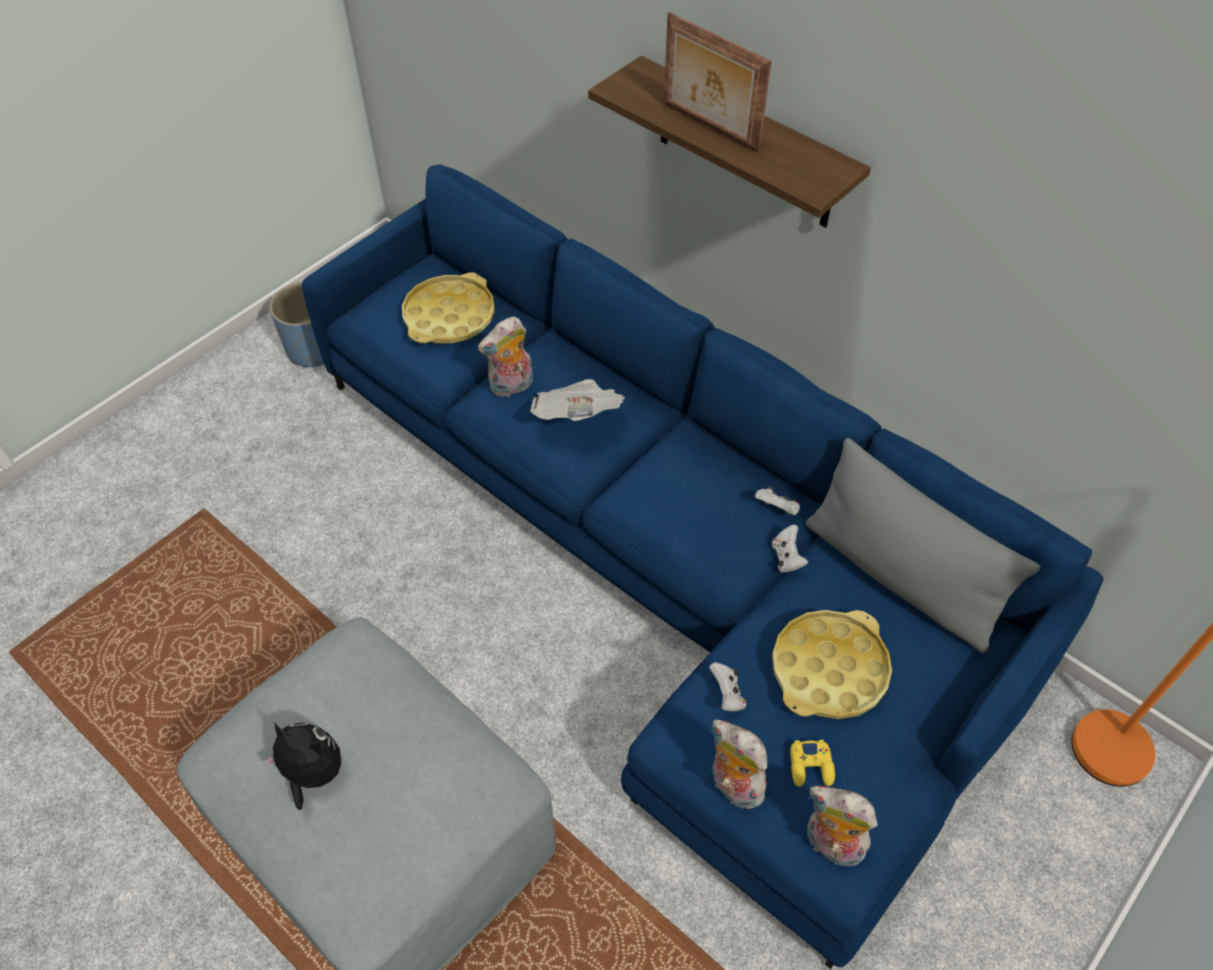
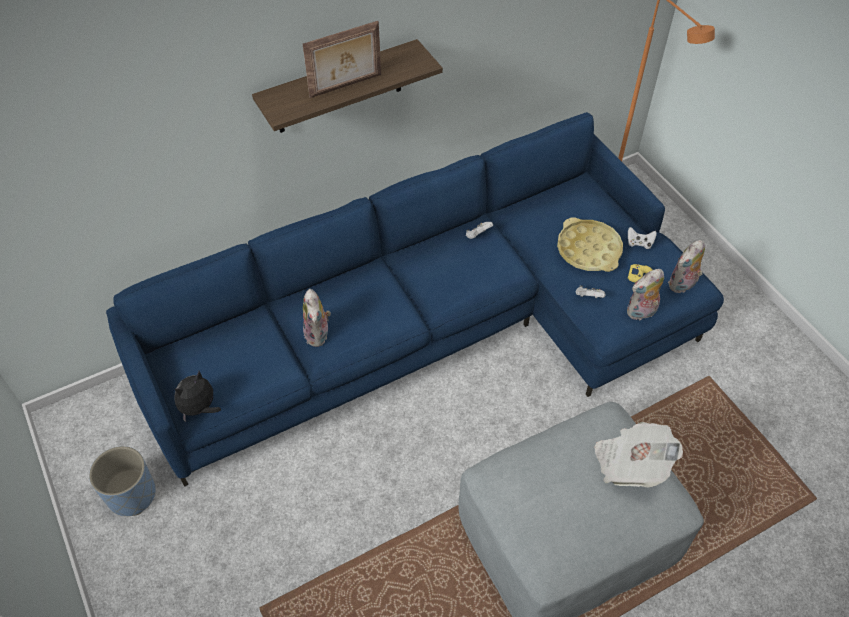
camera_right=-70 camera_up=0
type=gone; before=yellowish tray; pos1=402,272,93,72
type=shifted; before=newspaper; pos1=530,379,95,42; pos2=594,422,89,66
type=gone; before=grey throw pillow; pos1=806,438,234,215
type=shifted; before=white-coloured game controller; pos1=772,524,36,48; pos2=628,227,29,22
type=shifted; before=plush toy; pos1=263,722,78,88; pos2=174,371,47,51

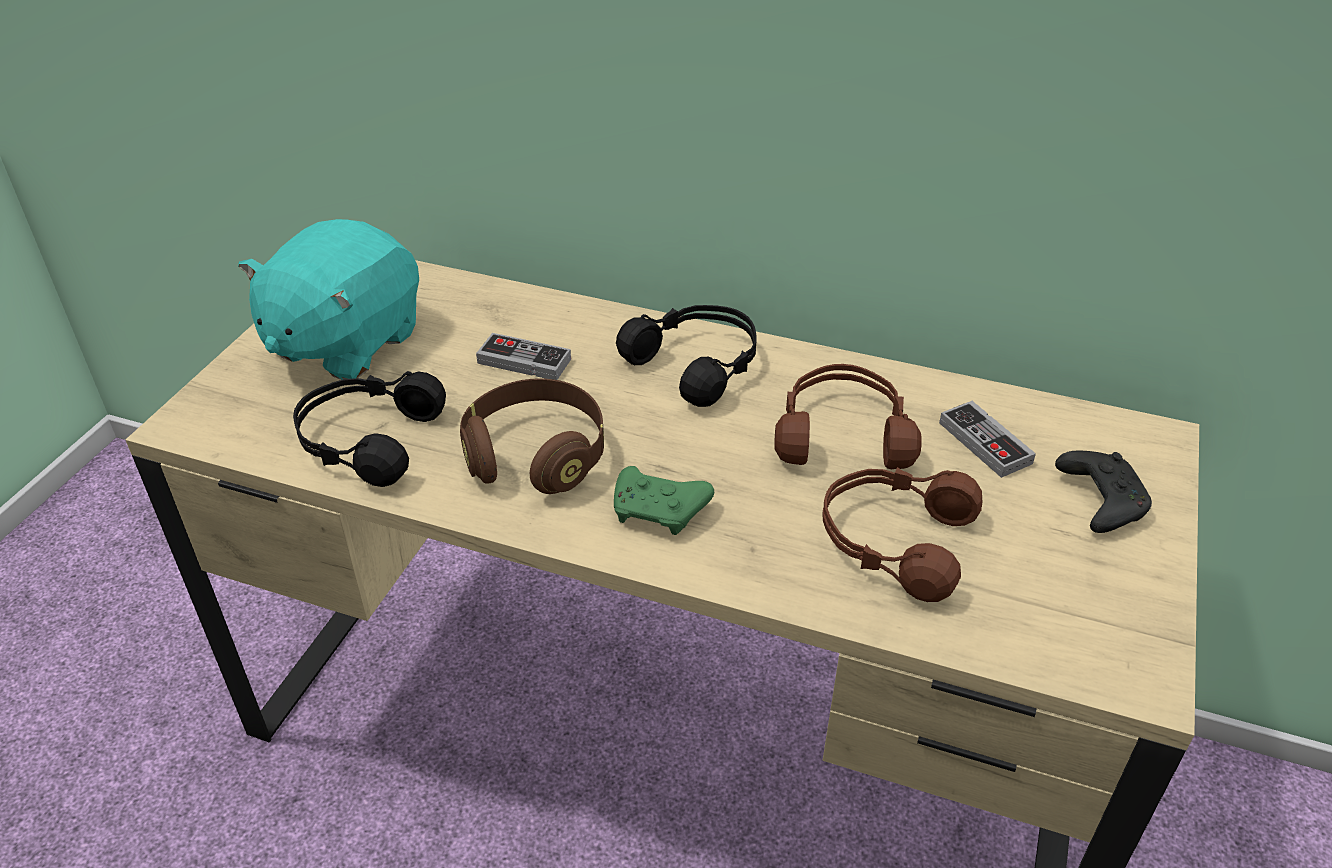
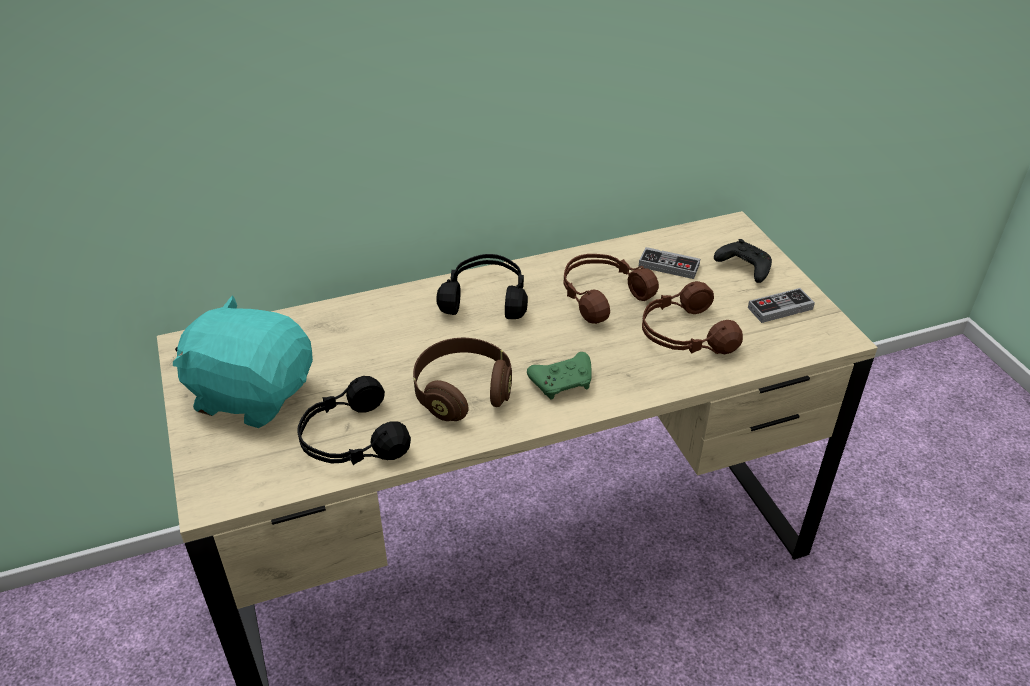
camera_right=-40 camera_up=0
type=rotated; before=turquoise-coloured plush toy; pos1=238,219,181,161; pos2=173,295,140,133; turn=120
type=shifted; before=game controller; pos1=476,333,95,47; pos2=748,288,67,35

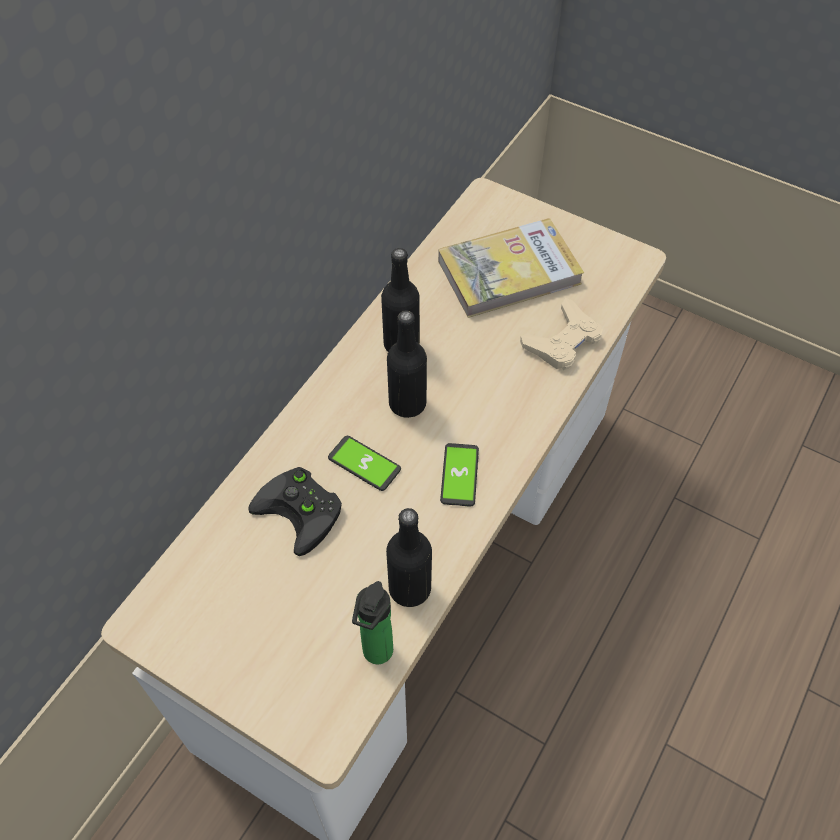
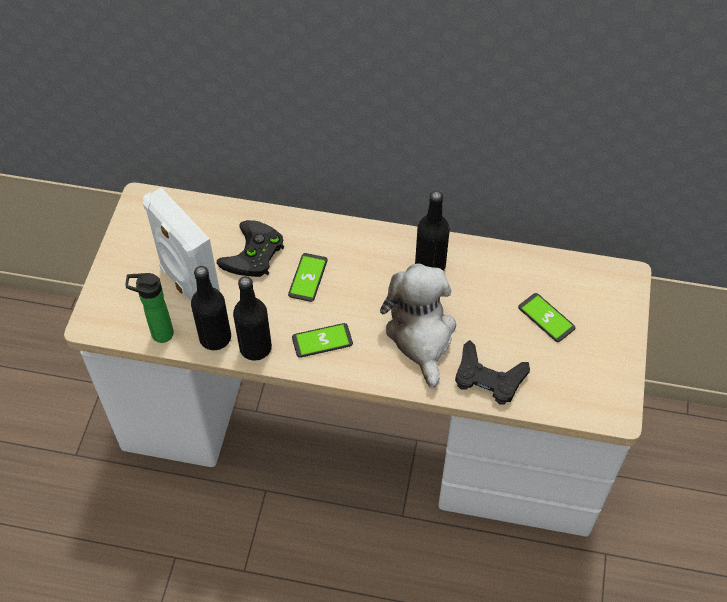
camera_right=70 camera_up=0
type=swapped; before=bound book; after=handset; pos1=438,218,146,100; pos2=518,293,58,49
type=repainted; before=beige game controller; after=black game controller; pos1=520,298,83,72; pos2=455,340,75,65
type=shifted; before=black drink bottle; pos1=387,310,40,108; pos2=233,276,39,85
type=new; after=white-coloured audio speaker; pos2=143,188,77,112
type=new; after=plush toy; pos2=380,263,76,125

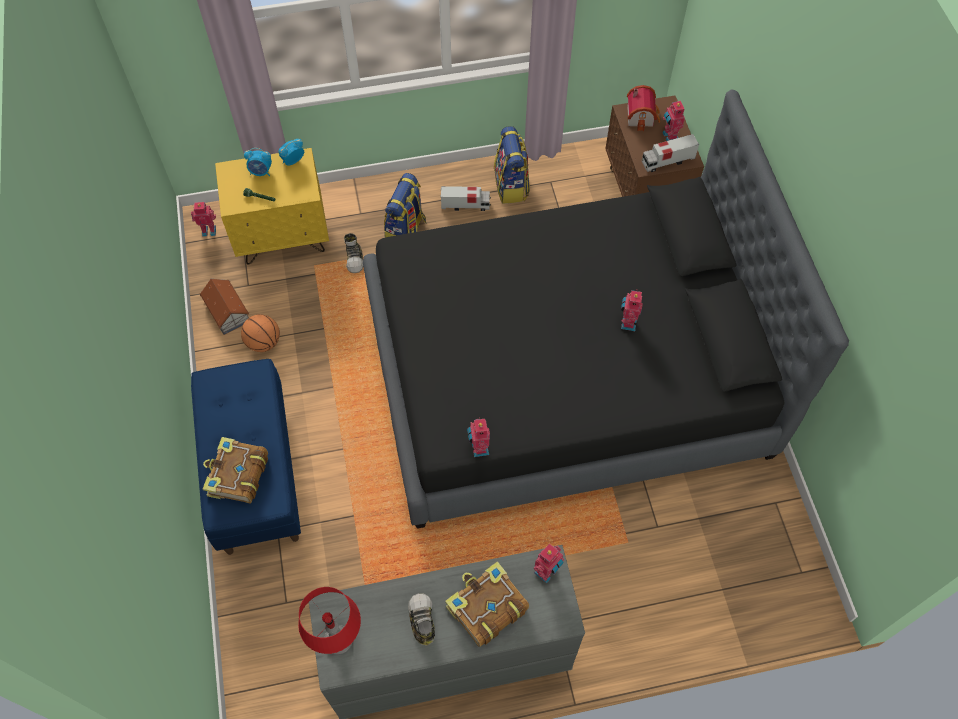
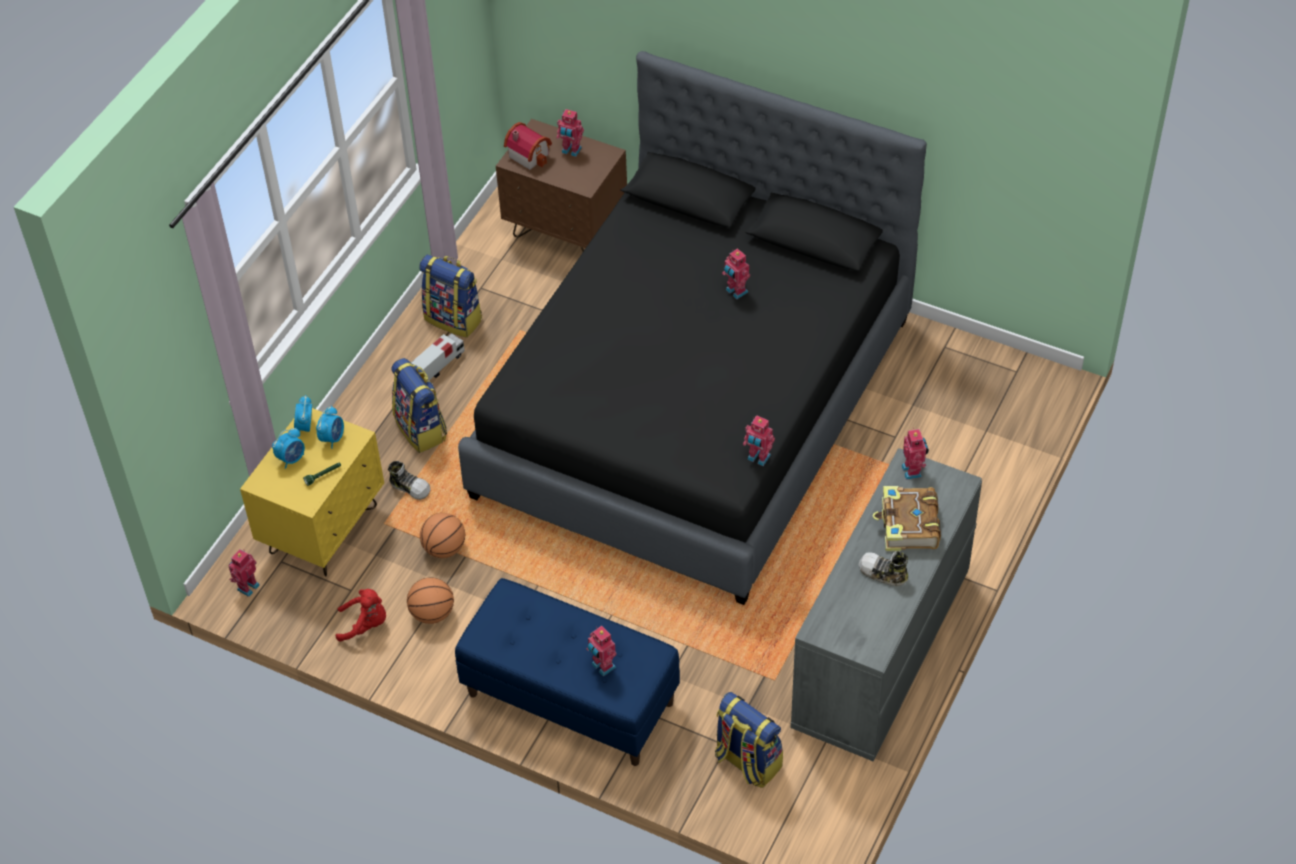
camera_right=-50 camera_up=-10
type=gone; before=model truck; pos1=642,134,57,38
type=swapped; before=model house; after=red-coloured plush toy; pos1=200,279,49,56; pos2=335,589,51,53
type=swapped; before=bound book; after=model robot; pos1=203,437,65,66; pos2=586,626,31,50
type=gone; before=red-coloured tabletop lamp; pos1=298,587,63,68
type=new; after=table clock; pos2=316,406,28,43
type=new; after=basketball ball; pos2=420,513,45,45
type=new; after=rucksack; pos2=715,692,68,96

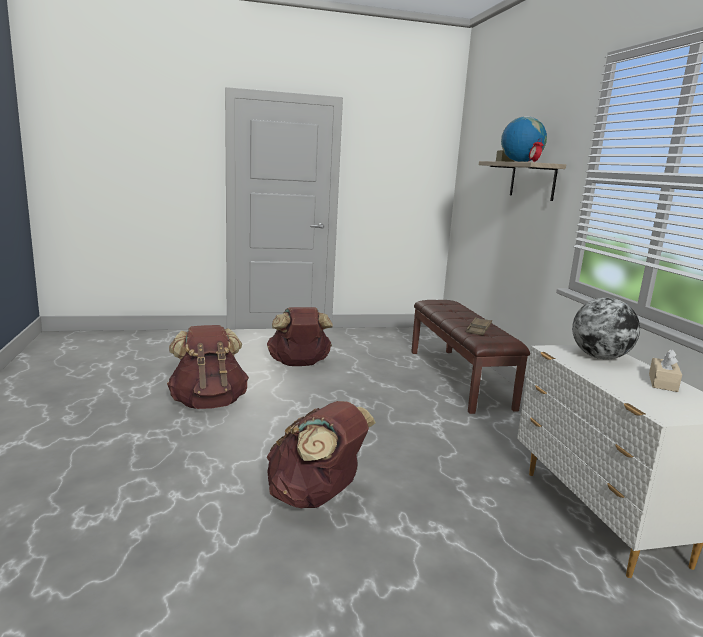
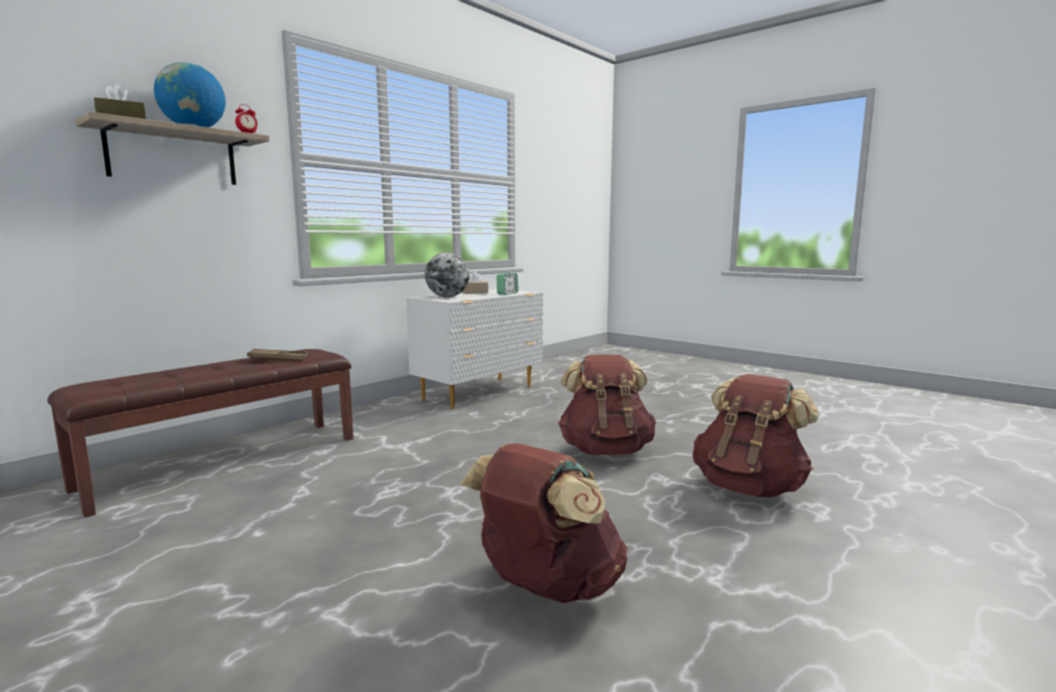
camera_right=-125 camera_up=-5
type=shifted; before=brownish rucksack; pos1=267,307,66,59; pos2=693,374,126,124
type=new; after=table clock; pos2=496,273,22,22

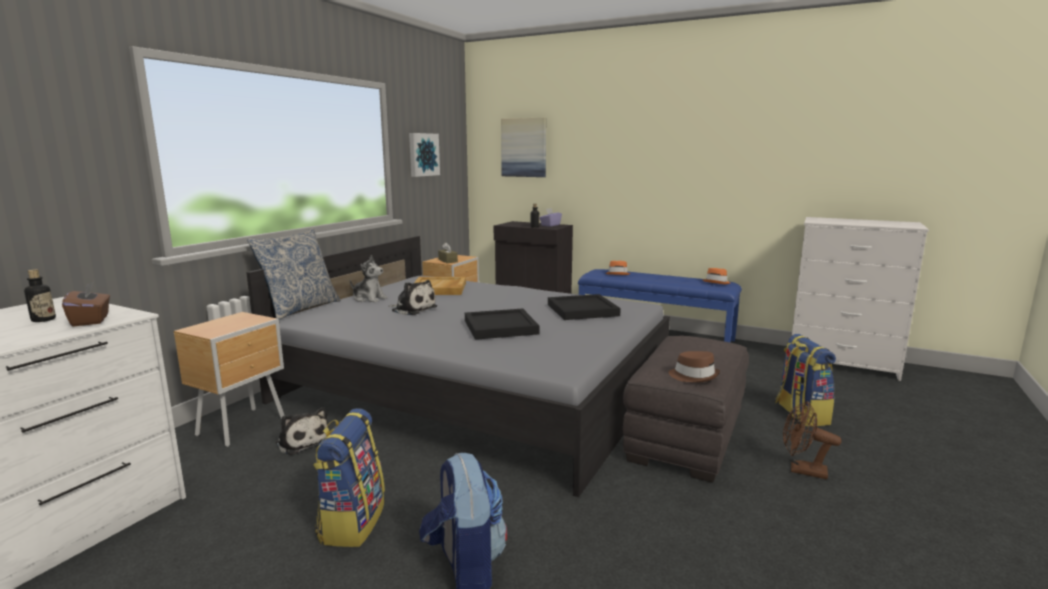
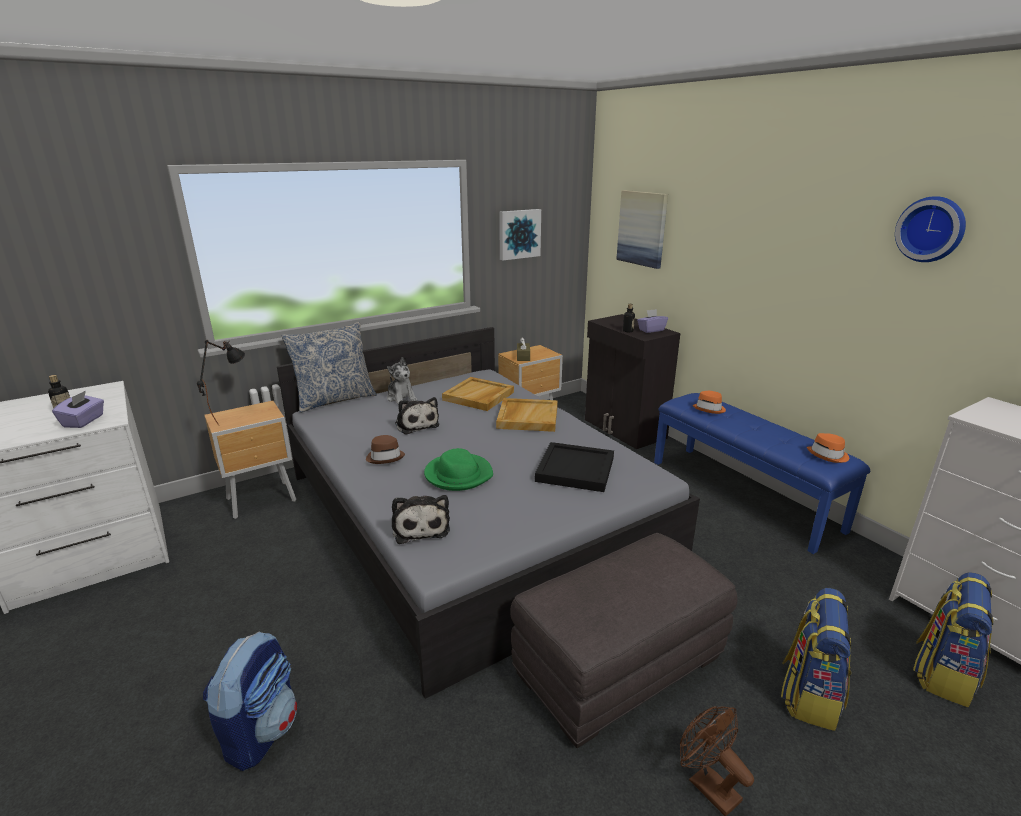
camera_right=30 camera_up=10
type=repainted; before=brownish box of tissues; after=purple-coloured box of tissues; pos1=62,281,48,46; pos2=52,390,52,38
type=swapped; before=black tray; after=green-coloured wearable hat; pos1=465,308,74,32; pos2=424,448,69,43
type=shifted; before=brownish wearable hat; pos1=668,351,52,32; pos2=366,435,39,29
type=shifted; before=plush toy; pos1=276,407,53,48; pos2=392,495,58,49
type=shifted; before=rucksack; pos1=313,408,72,139; pos2=913,572,80,135
type=new; after=wall clock; pos2=895,196,71,66
type=new; after=black tabletop lamp; pos2=197,340,48,86
type=new; after=beige tray; pos2=496,398,62,34

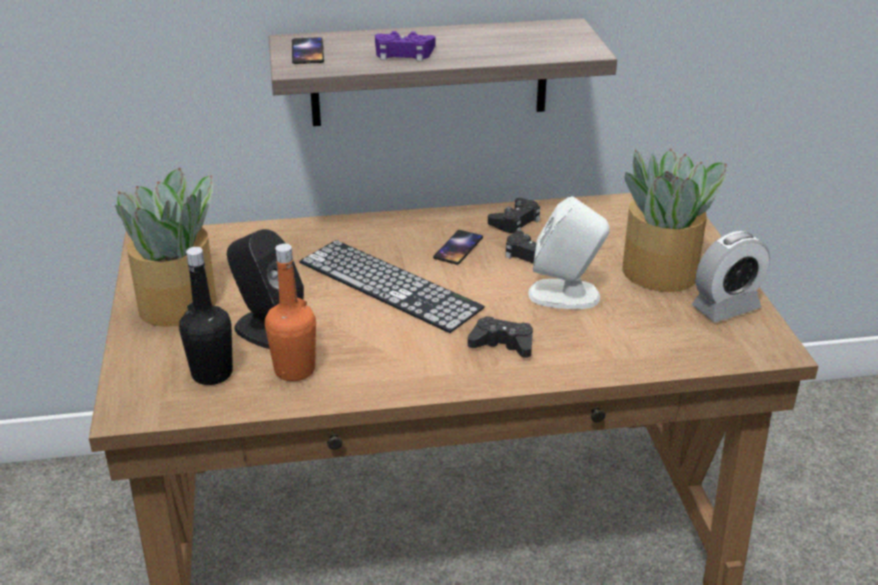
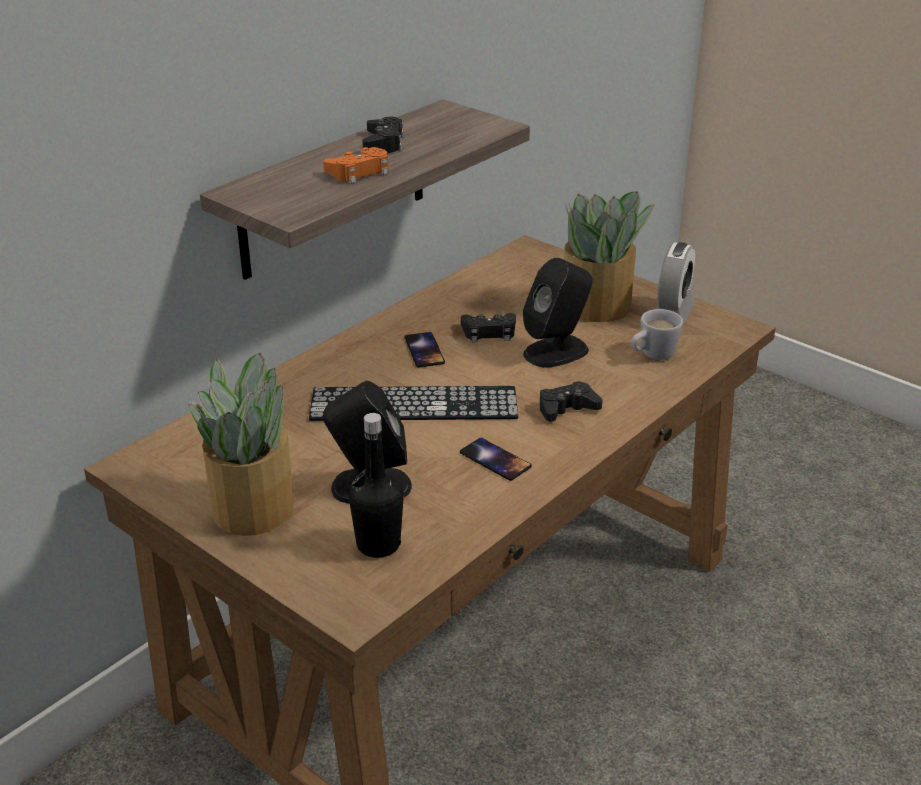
camera_right=-40 camera_up=0
type=repainted; before=purple-coloured game controller; after=orange-coloured game controller; pos1=375,31,61,30; pos2=323,147,65,37
type=shifted; before=handset; pos1=292,37,32,27; pos2=460,438,72,43
type=repainted; before=white-coloured audio speaker; after=black audio speaker; pos1=528,197,82,112; pos2=523,258,70,109
type=shifted; before=black game controller; pos1=488,198,52,35; pos2=362,116,42,37
type=gone; before=orange-coloured drink bottle; pos1=265,243,51,138
type=new; after=white-coloured coffee mug; pos2=631,309,52,51

